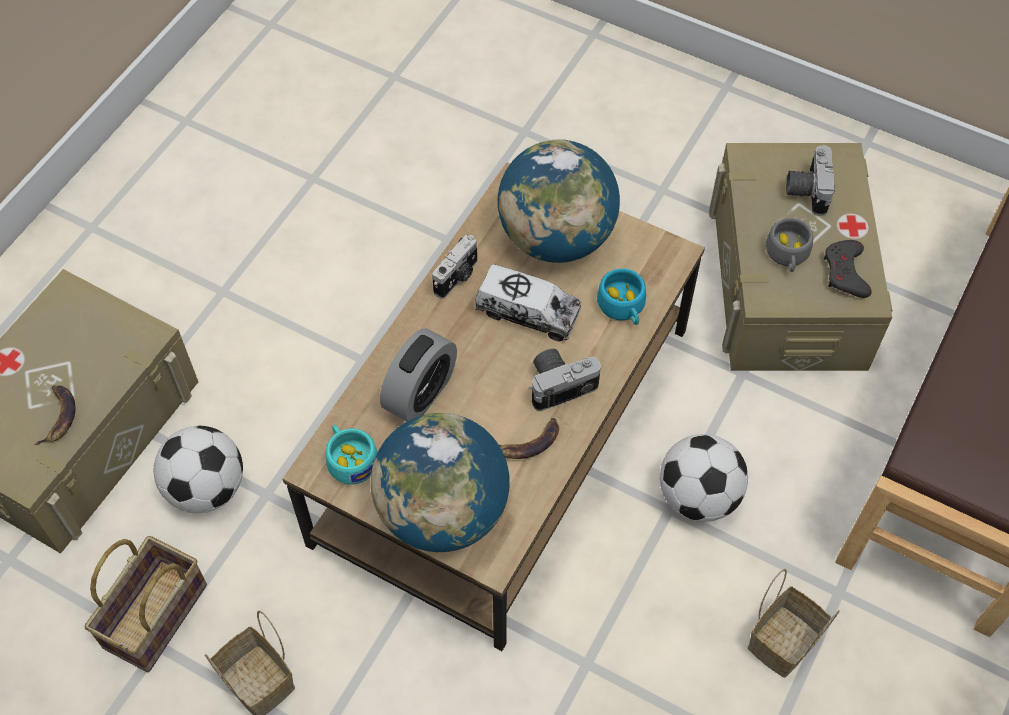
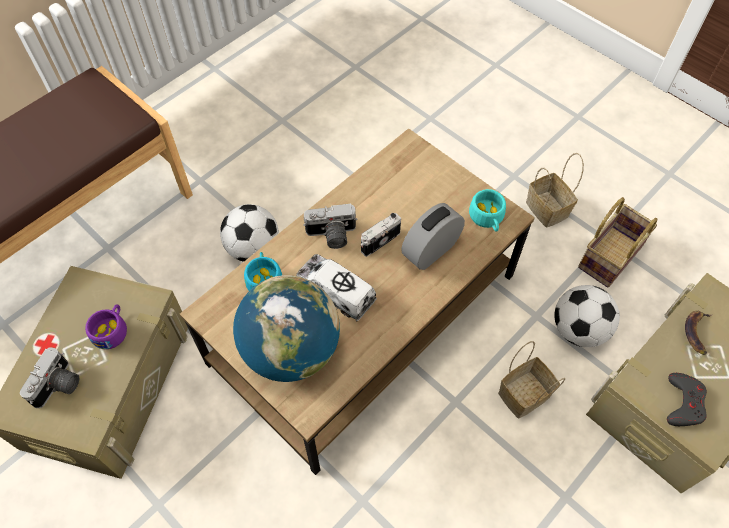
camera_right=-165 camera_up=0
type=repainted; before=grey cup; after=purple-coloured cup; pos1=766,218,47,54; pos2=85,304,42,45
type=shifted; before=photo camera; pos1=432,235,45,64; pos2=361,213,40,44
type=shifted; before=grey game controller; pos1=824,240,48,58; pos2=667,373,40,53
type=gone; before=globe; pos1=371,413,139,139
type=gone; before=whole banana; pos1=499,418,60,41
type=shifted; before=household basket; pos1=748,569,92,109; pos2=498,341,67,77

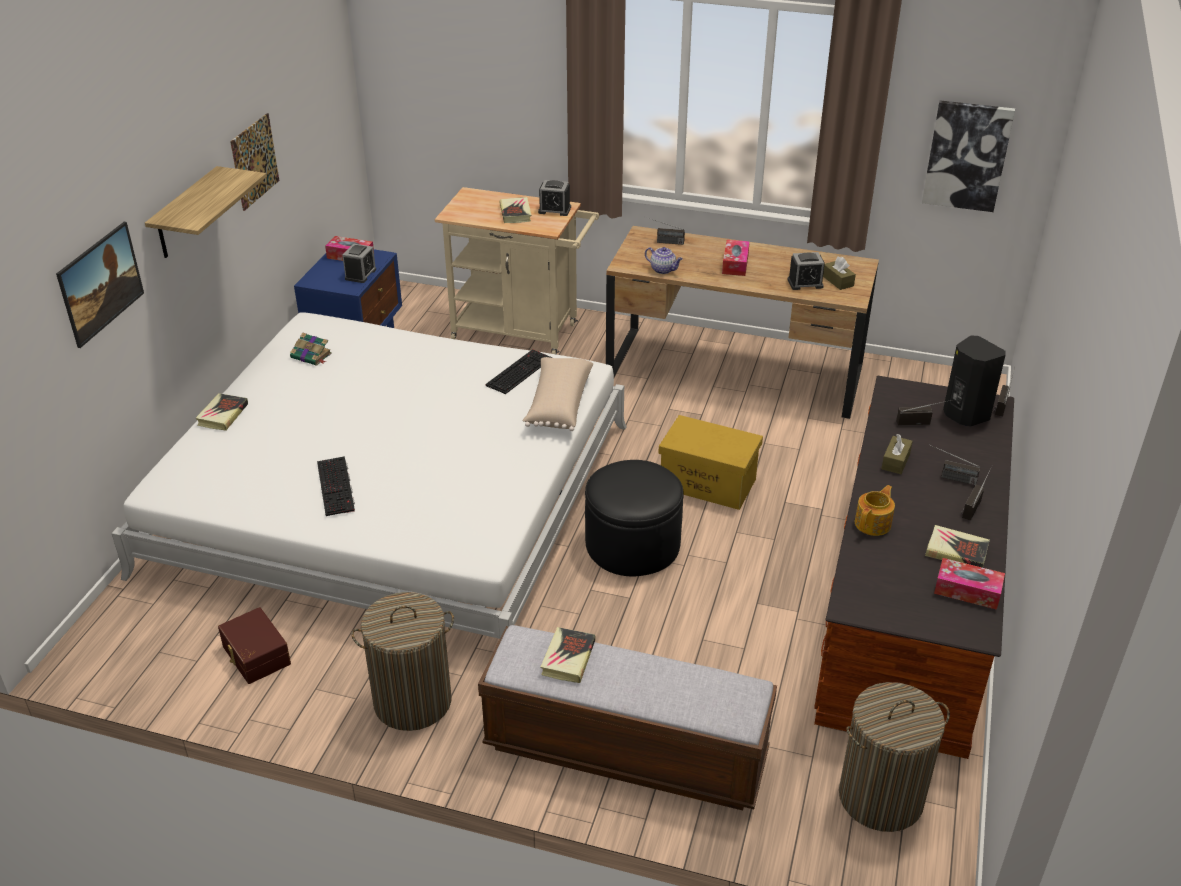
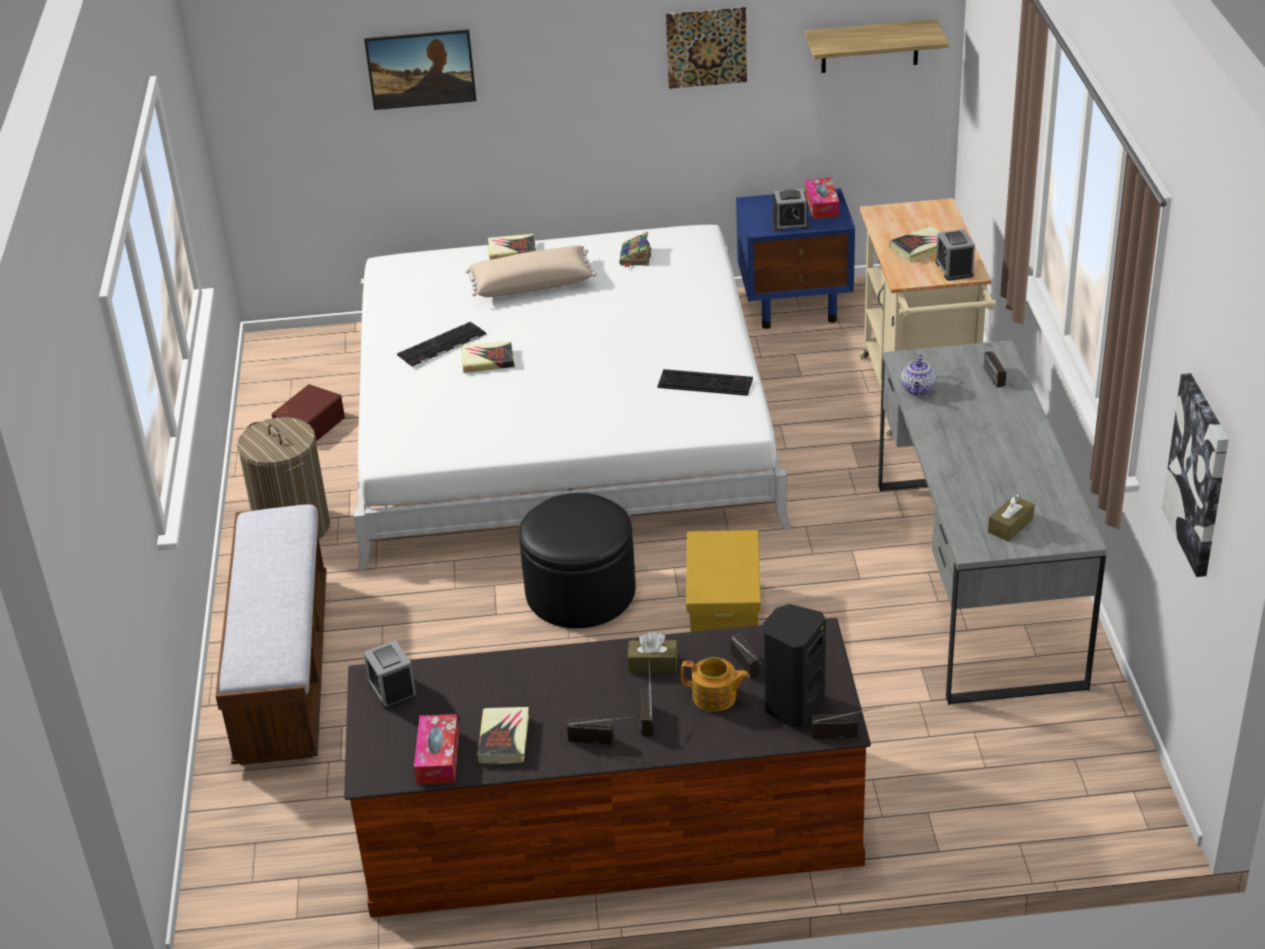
camera_right=70 camera_up=0
type=shifted; before=bracket shelf; pos1=145,166,122,92; pos2=804,19,145,54
type=repainted; before=brownish desk table; after=grey desk table; pos1=606,226,273,193; pos2=878,340,229,365
type=gone; before=box of tissues; pos1=722,240,28,36
type=shifted; before=table clock; pos1=788,252,37,38; pos2=363,640,54,69
type=shifted; before=beige throw pillow; pos1=523,357,70,74; pos2=465,245,132,52
type=shifted; before=teapot; pos1=855,485,40,51; pos2=681,657,69,55
type=shifted; before=bound book; pos1=541,627,54,56; pos2=461,341,54,32
type=gone; before=washing basket; pos1=839,682,111,150

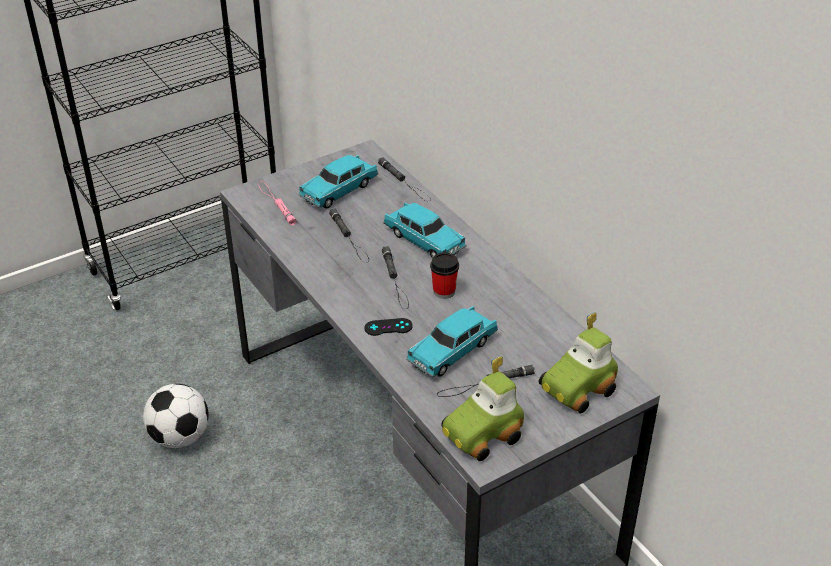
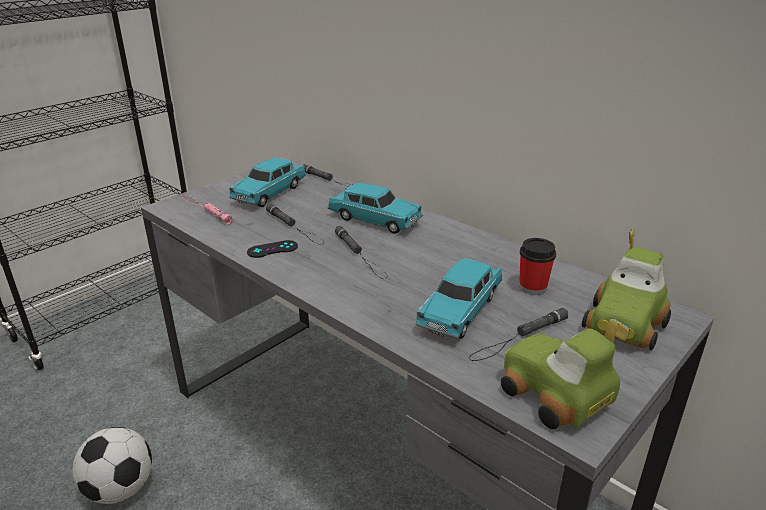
camera_right=-15 camera_up=-10
type=shifted; before=cup; pos1=430,252,29,47; pos2=519,238,37,57
type=shifted; before=black game controller; pos1=364,318,49,18; pos2=247,240,51,18
type=rotated; before=miniature car; pos1=441,356,83,105; pos2=501,318,129,111; turn=105

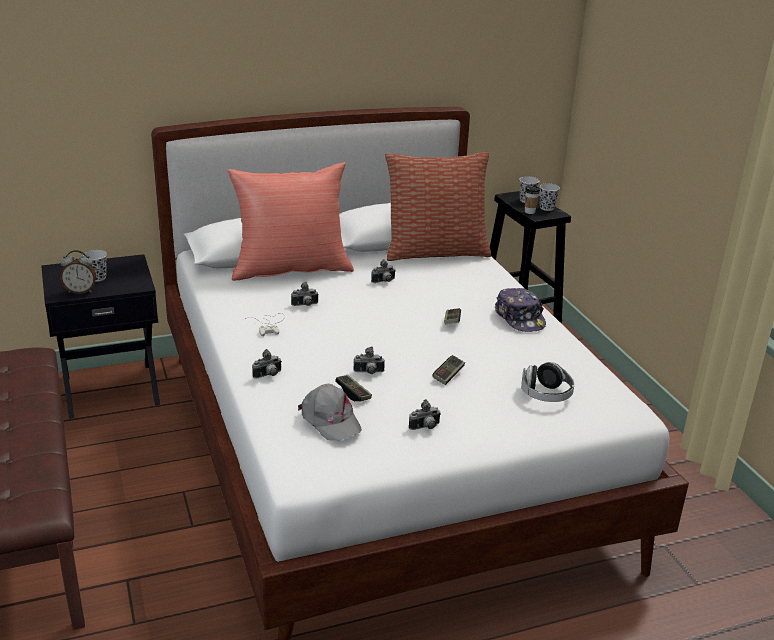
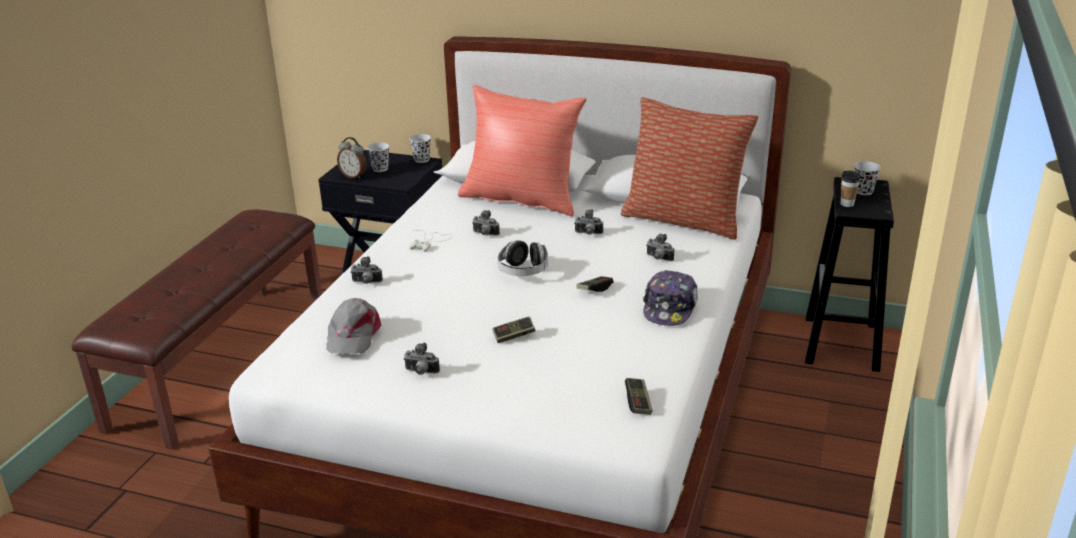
camera_right=40 camera_up=0
type=shifted; before=black cup; pos1=540,184,20,27; pos2=409,134,22,29
type=shifted; before=photo camera; pos1=353,346,32,28; pos2=646,234,28,27
type=shifted; before=pair of headphones; pos1=521,362,54,40; pos2=498,240,50,36
type=shifted; before=game controller; pos1=335,375,37,26; pos2=625,378,28,37

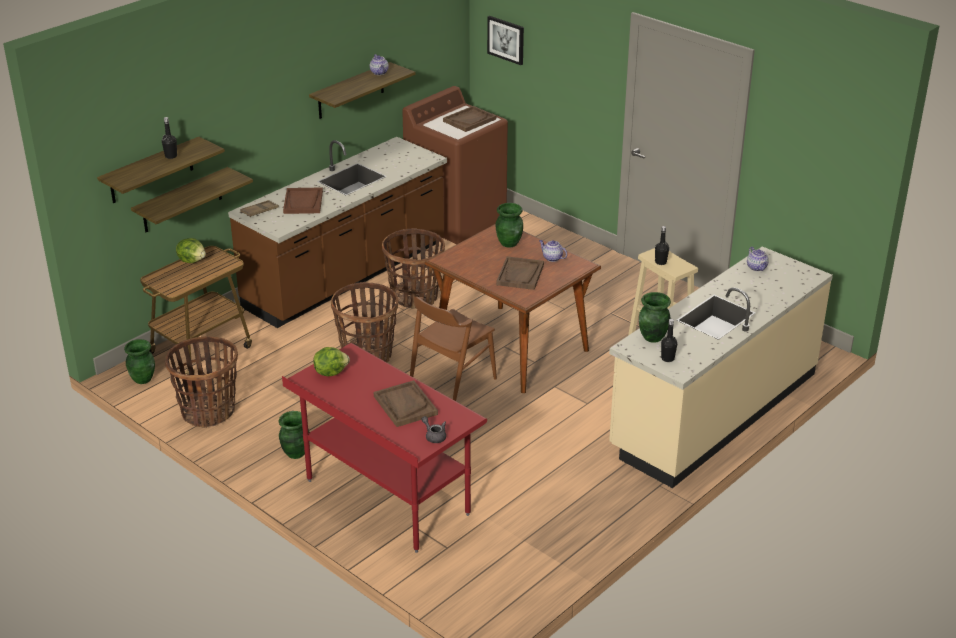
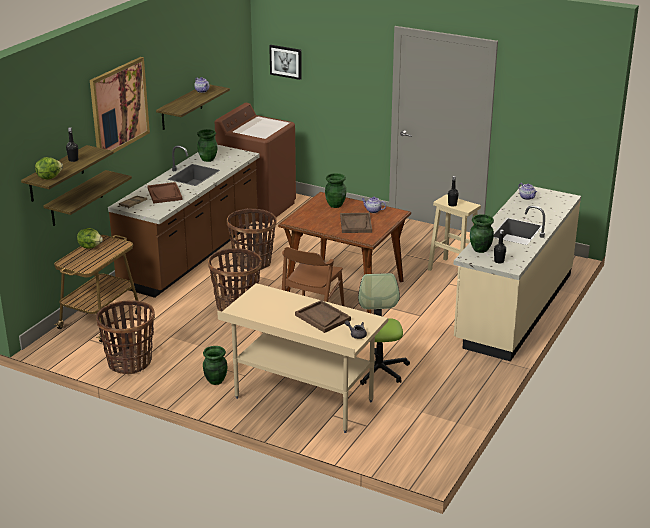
camera_right=-15 camera_up=-5
type=gone; before=brownish tray; pos1=443,106,53,26
type=shifted; before=green-coloured flower vase; pos1=124,339,31,45; pos2=197,129,21,33
type=repainted; before=red-coloured desk table; after=beige desk table; pos1=282,343,205,210; pos2=217,283,172,150
type=shifted; before=lettuce; pos1=313,347,37,30; pos2=35,157,28,22
type=new; after=picture; pos2=90,57,60,96
type=new; after=computer chair; pos2=358,273,52,112

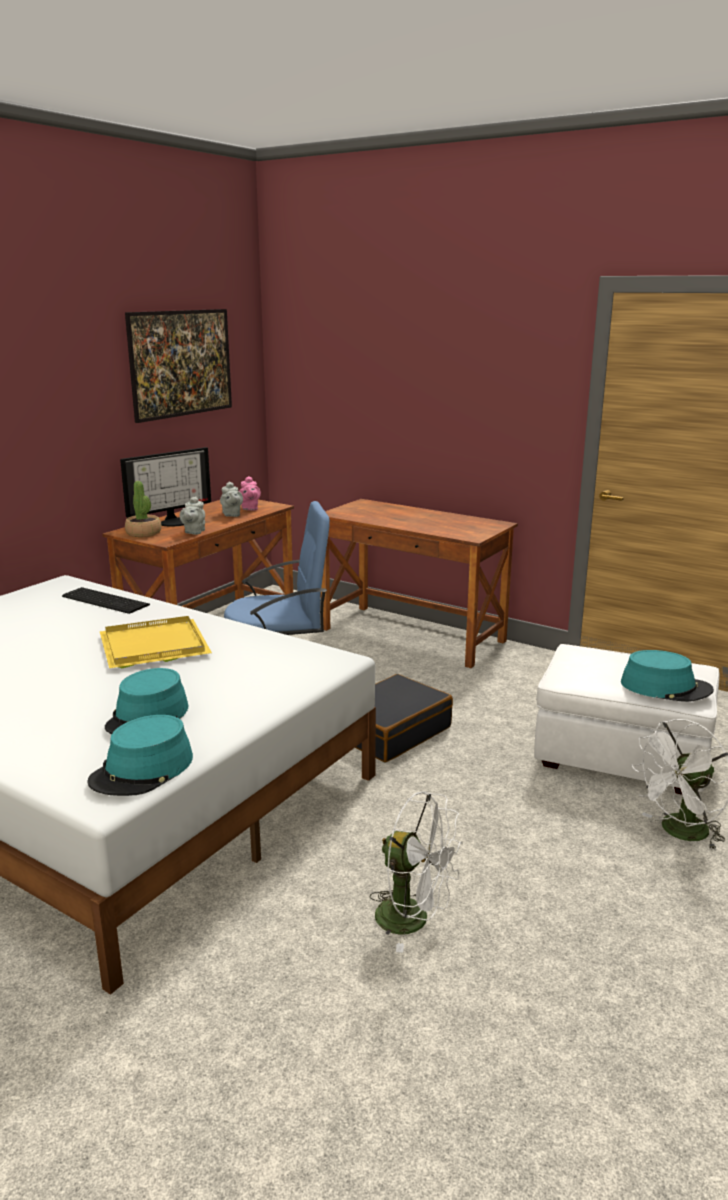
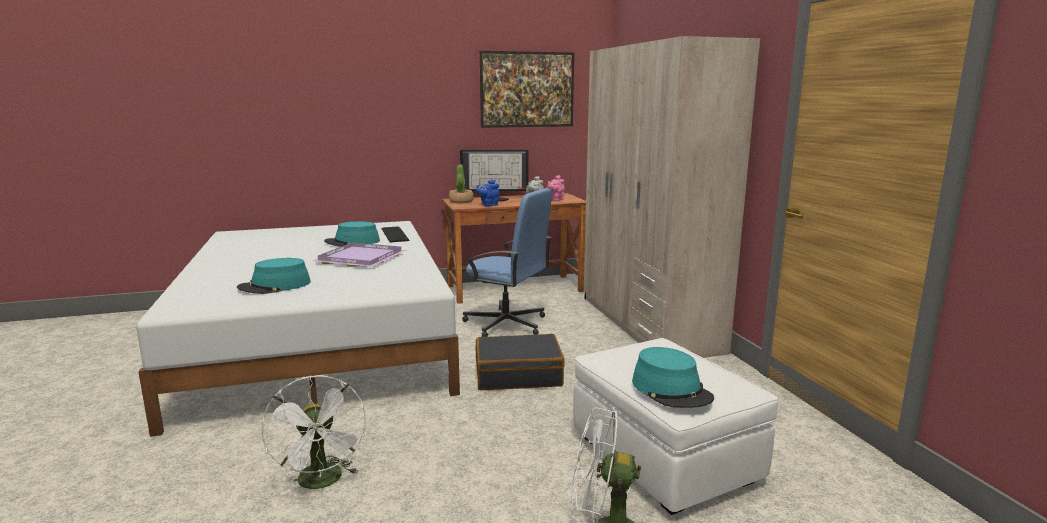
camera_right=40 camera_up=-5
type=repainted; before=grey teapot; after=blue teapot; pos1=180,496,25,39; pos2=476,180,23,27
type=swapped; before=brownish desk table; after=beige wardrobe; pos1=321,499,197,169; pos2=584,36,176,322
type=repainted; before=yellowish tray; after=purple-coloured tray; pos1=100,616,112,53; pos2=313,242,93,25
type=shifted; before=turquoise-coloured wearable hat; pos1=87,715,106,81; pos2=324,221,56,26

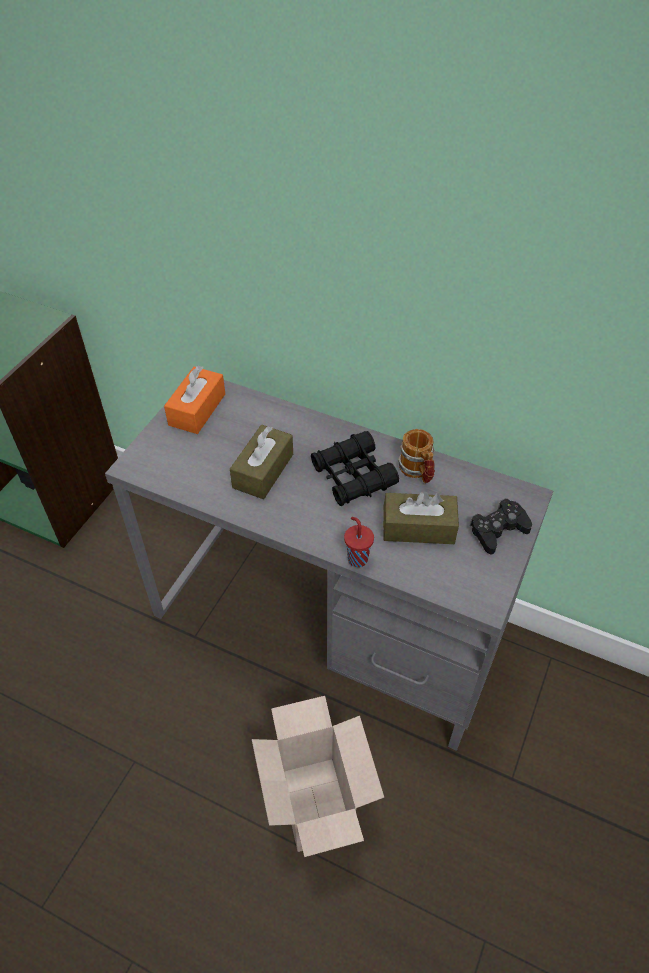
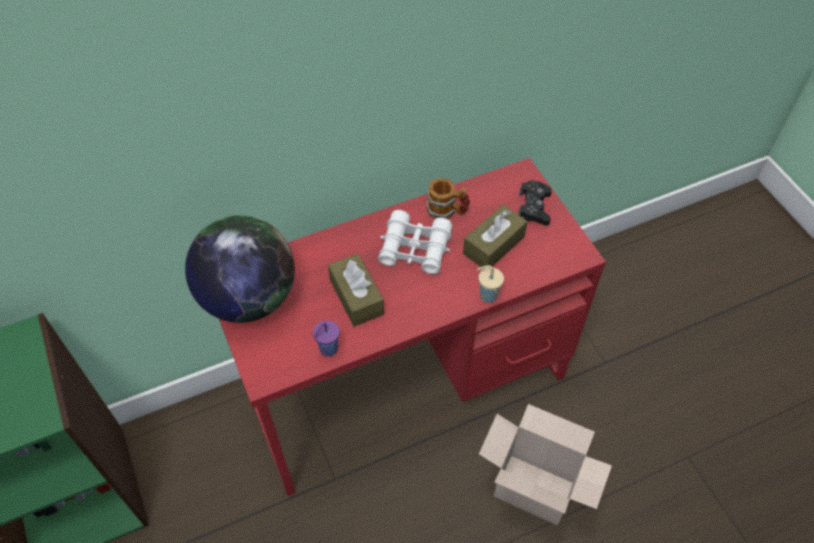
camera_right=-50 camera_up=5
type=swapped; before=orange-coloured box of tissues; after=globe; pos1=164,366,61,68; pos2=185,215,110,108
type=repainted; before=grey desk table; after=red-coloured desk table; pos1=105,380,448,371; pos2=219,158,387,338
type=repainted; before=black pair of binoculars; after=white-coloured pair of binoculars; pos1=311,431,88,75; pos2=378,210,74,64
type=repainted; before=red-coloured cup; after=beige cup; pos1=344,517,30,50; pos2=477,265,27,38
type=new; after=purple-coloured cup; pos2=313,320,27,37

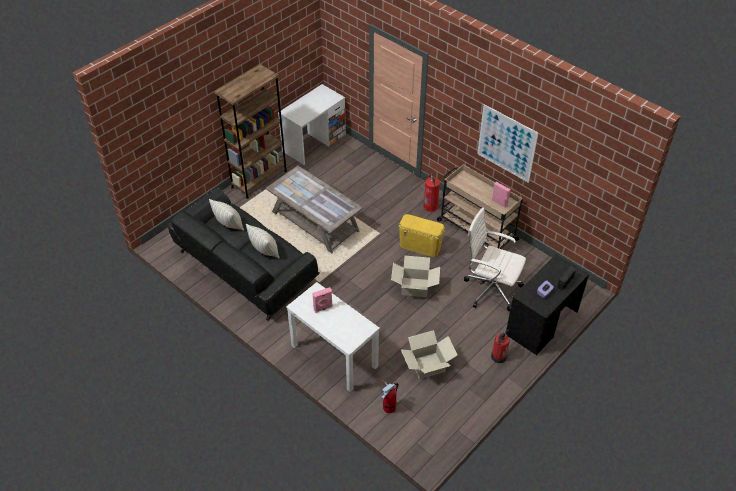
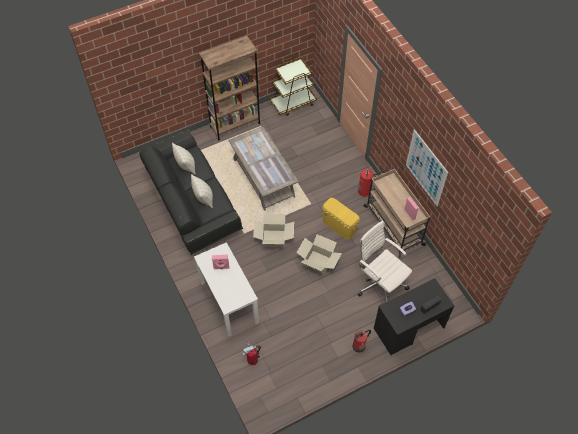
camera_right=20 camera_up=10
type=swapped; before=white-coloured desk table; after=brownish trolley; pos1=278,84,68,81; pos2=269,57,48,59
type=shifted; before=cardboard box; pos1=401,330,56,49; pos2=253,213,41,34

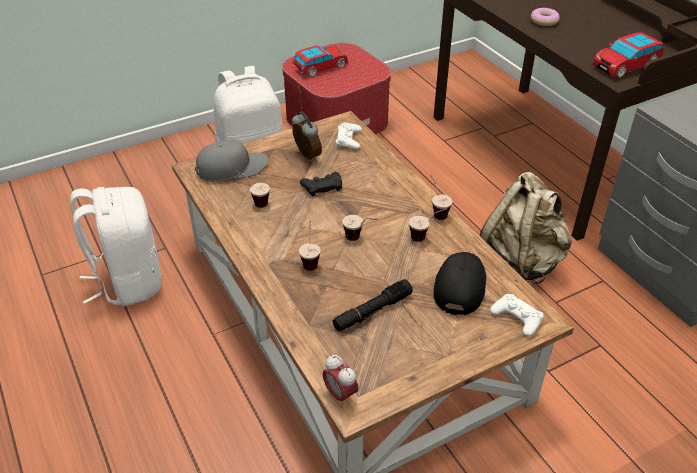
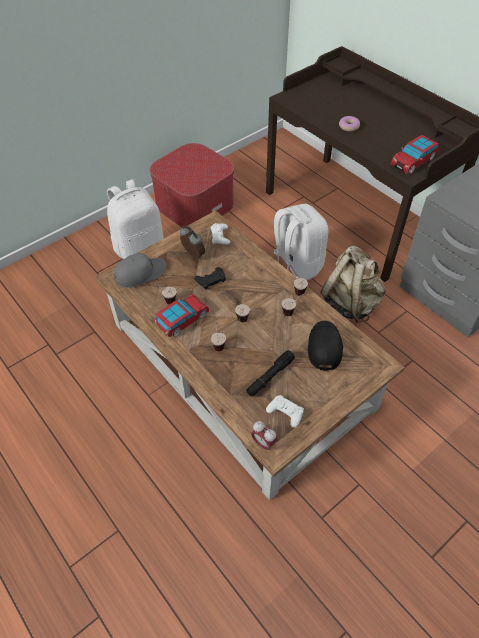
camera_right=-10 camera_up=10
type=shifted; before=miniature car; pos1=292,45,56,31; pos2=154,294,55,43
type=shifted; before=white-coloured rucksack; pos1=70,187,91,119; pos2=274,204,54,76
type=shifted; before=white-coloured game controller; pos1=490,294,54,42; pos2=266,395,38,33

